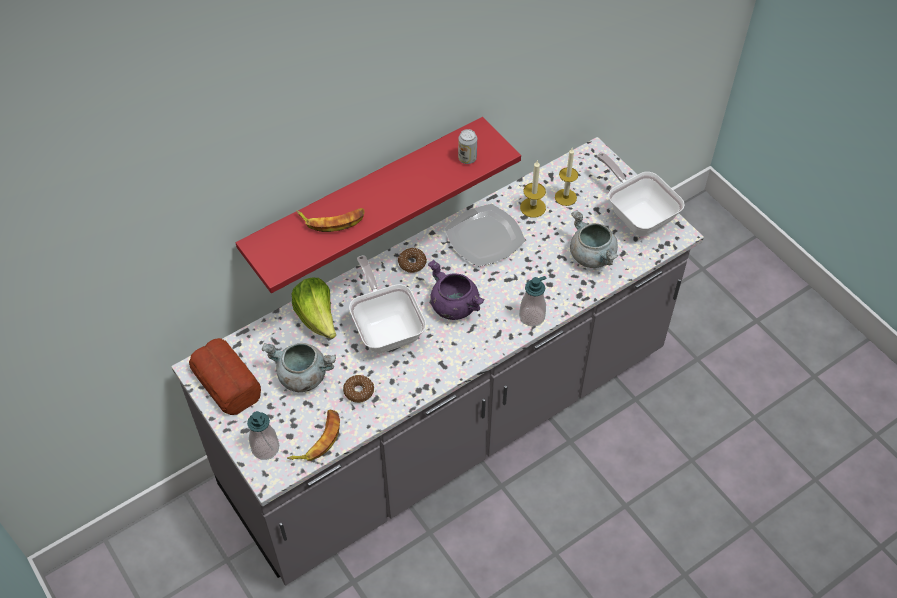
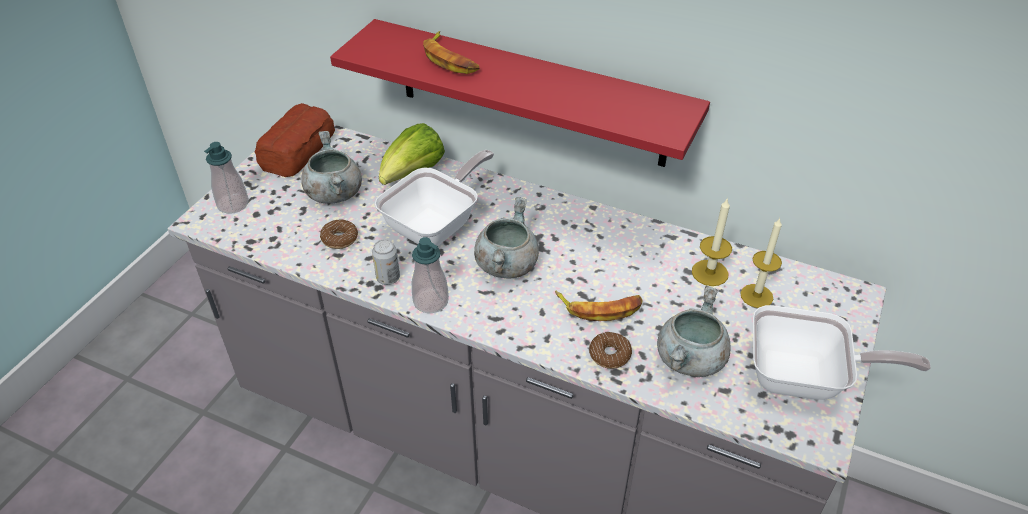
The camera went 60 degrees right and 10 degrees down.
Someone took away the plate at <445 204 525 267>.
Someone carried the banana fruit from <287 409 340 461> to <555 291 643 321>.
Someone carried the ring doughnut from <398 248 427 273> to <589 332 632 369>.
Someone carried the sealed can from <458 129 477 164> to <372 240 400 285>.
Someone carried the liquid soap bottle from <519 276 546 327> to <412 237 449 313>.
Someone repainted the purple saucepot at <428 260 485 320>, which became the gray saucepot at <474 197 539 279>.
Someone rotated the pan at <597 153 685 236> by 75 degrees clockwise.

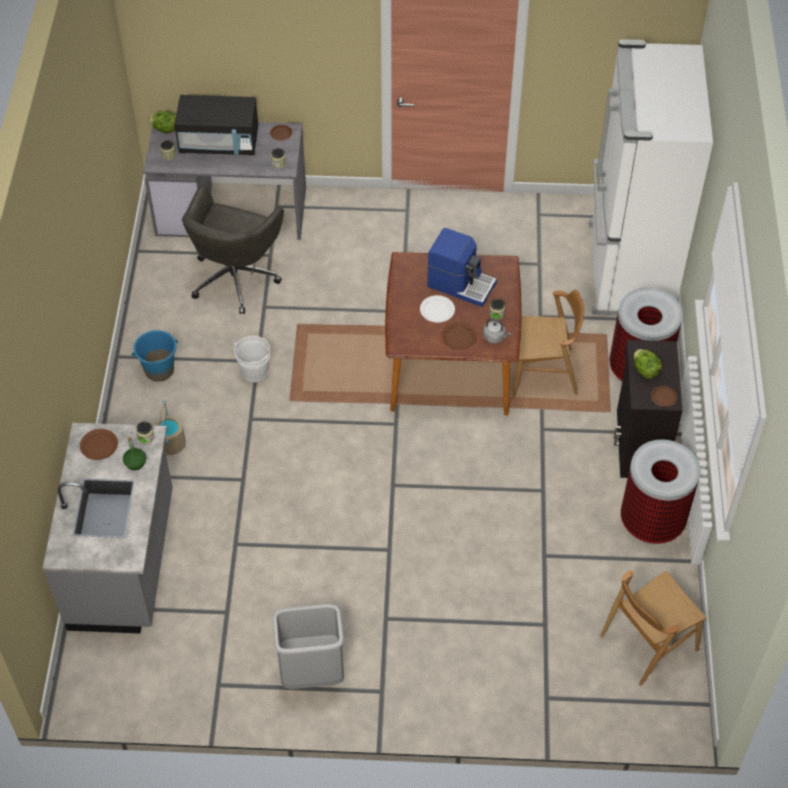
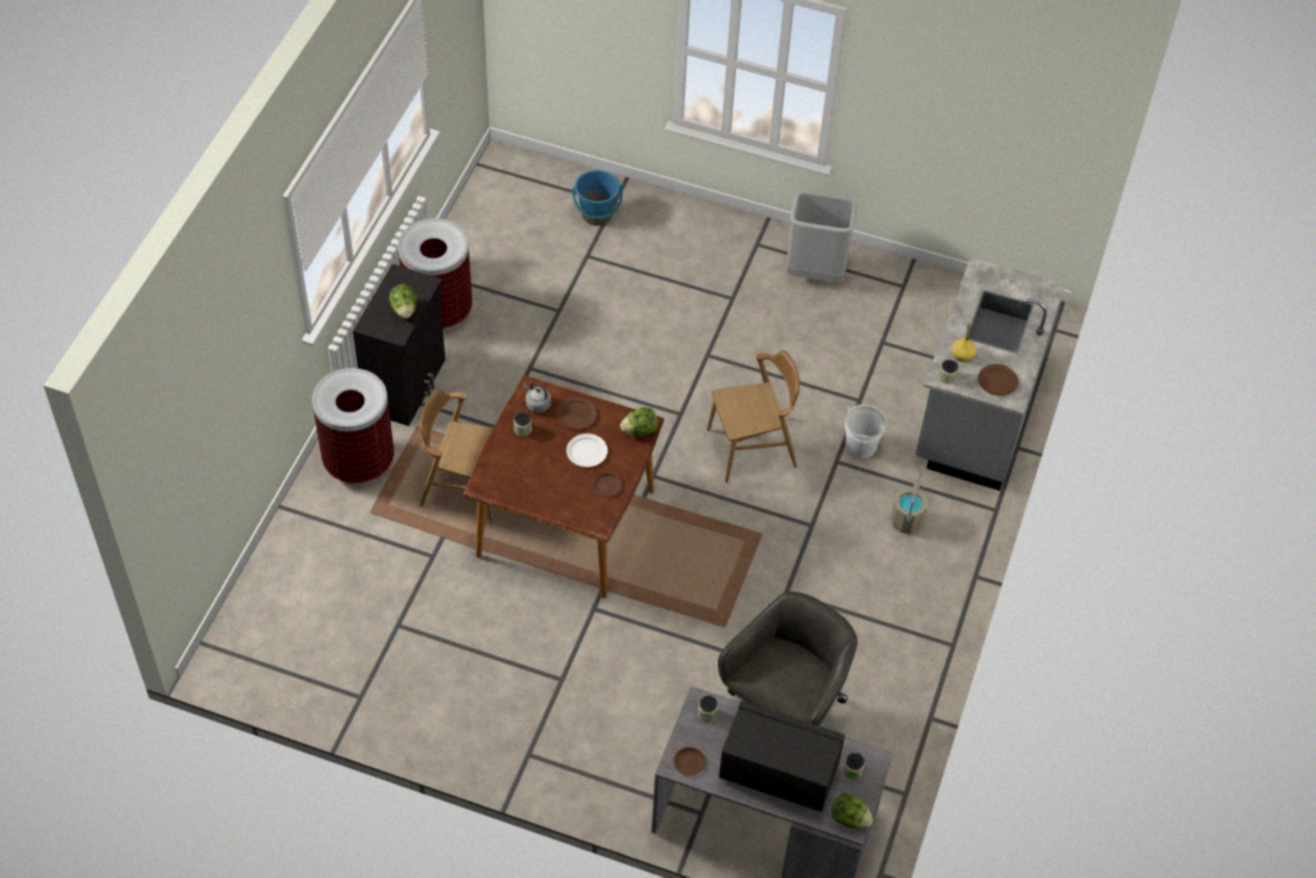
The camera went 165 degrees left and 0 degrees up.
Someone took away the coffee maker at <427 228 497 307>.
Someone took away the white refrigerator at <589 39 713 315>.
Someone put down the lettuce at <620 407 658 436>.
Someone carried the blue-coloured bucket from <132 330 178 382> to <572 170 623 226>.
Someone carried the white bucket from <233 336 270 382> to <845 404 886 459>.
Someone carried the brown upright chair from <600 570 706 686> to <707 350 800 483>.
Someone carried the brown plate from <651 386 677 407> to <593 472 622 496>.
Someone repainted the green-coloured drink bottle at <123 436 146 470>, which became the yellowish drink bottle at <951 323 976 362>.

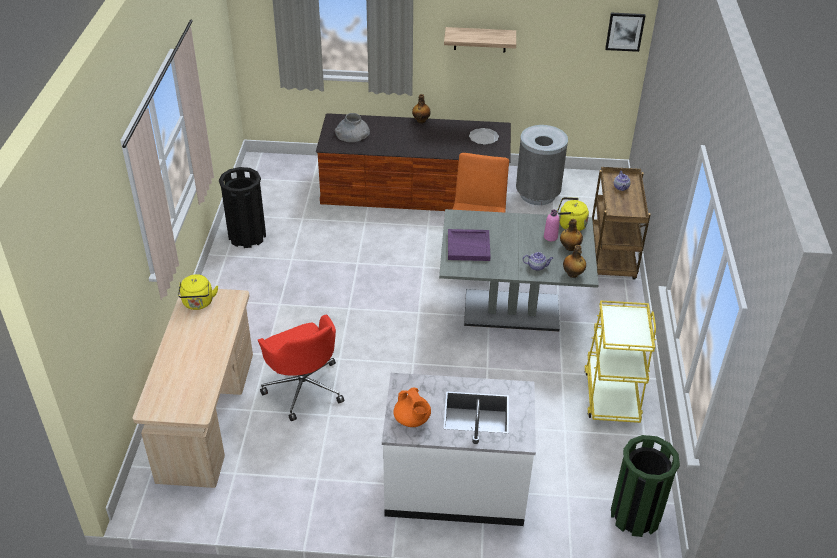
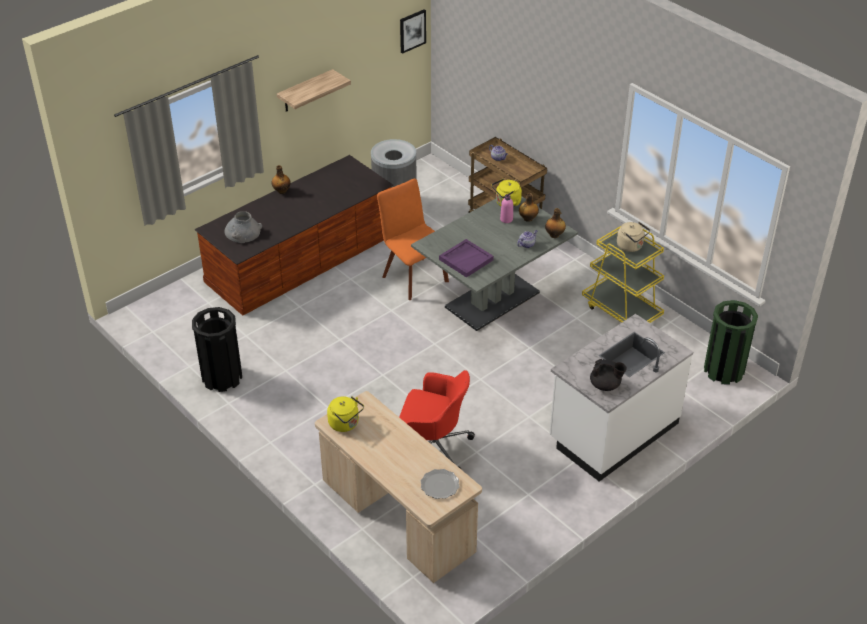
The camera went 45 degrees left and 0 degrees up.
Someone put down the beige water kettle at <617 222 650 252>.
Someone carried the plate from <469 128 499 145> to <421 469 460 499>.
Someone repainted the orange-coloured teapot at <393 388 431 427>, which became the black-coloured teapot at <590 359 627 391>.

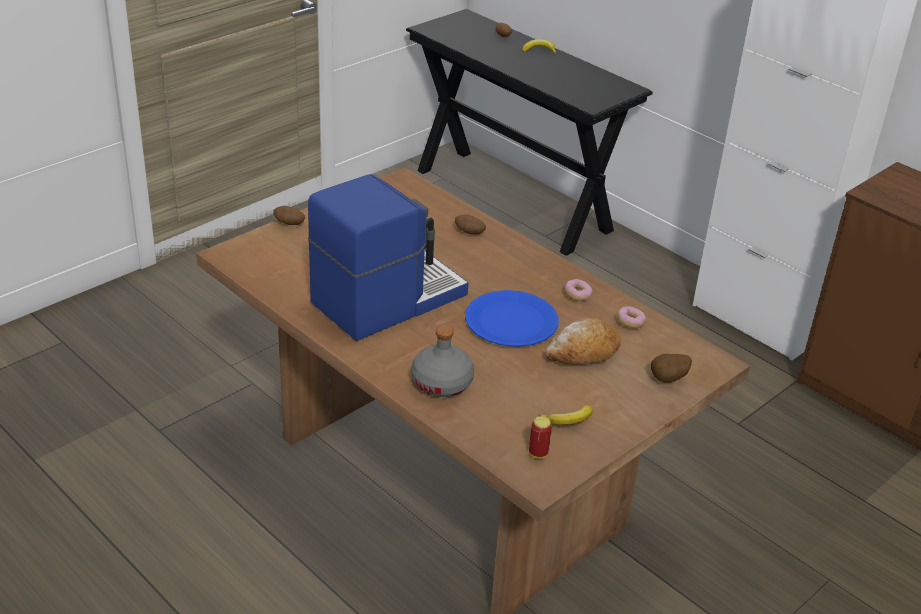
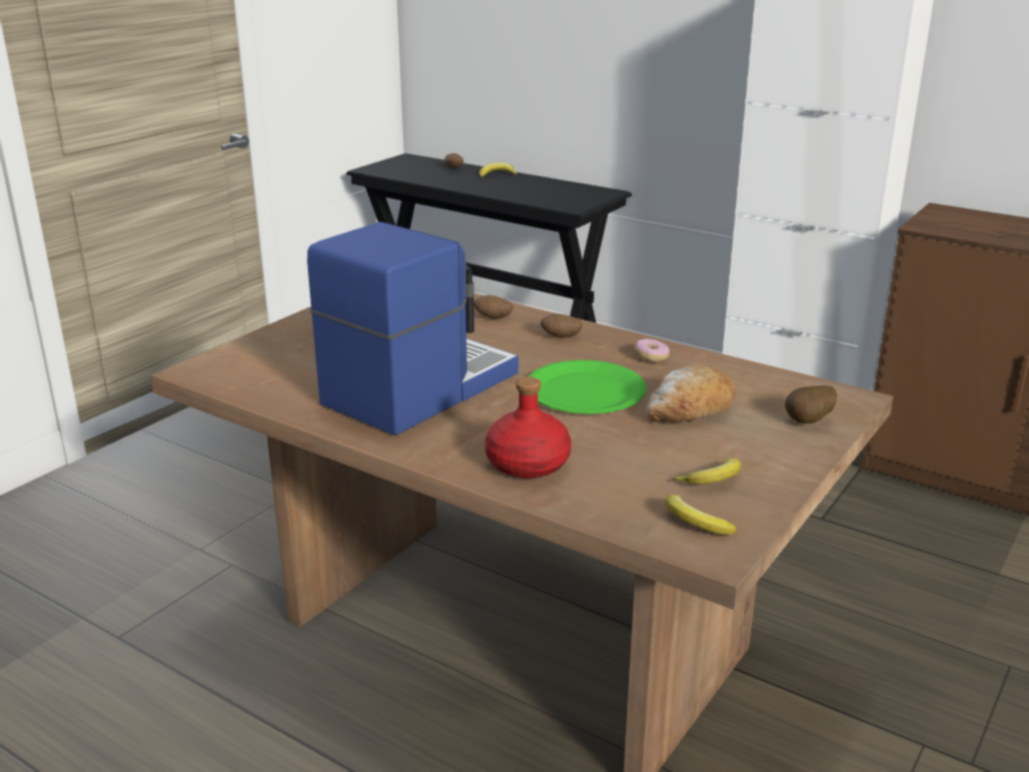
The camera went 10 degrees left and 10 degrees down.
Someone took away the ring doughnut at <617 306 646 328>.
Someone carried the whole potato from <273 206 305 225> to <540 314 582 338>.
Someone swapped the sealed can at <529 416 552 459> for the banana fruit at <665 494 737 535>.
Someone repainted the gray drink bottle at <411 325 474 397>, which became the red-coloured drink bottle at <485 377 571 478>.
Someone repainted the blue-coloured plate at <465 290 558 347>, which became the green-coloured plate at <528 360 646 414>.

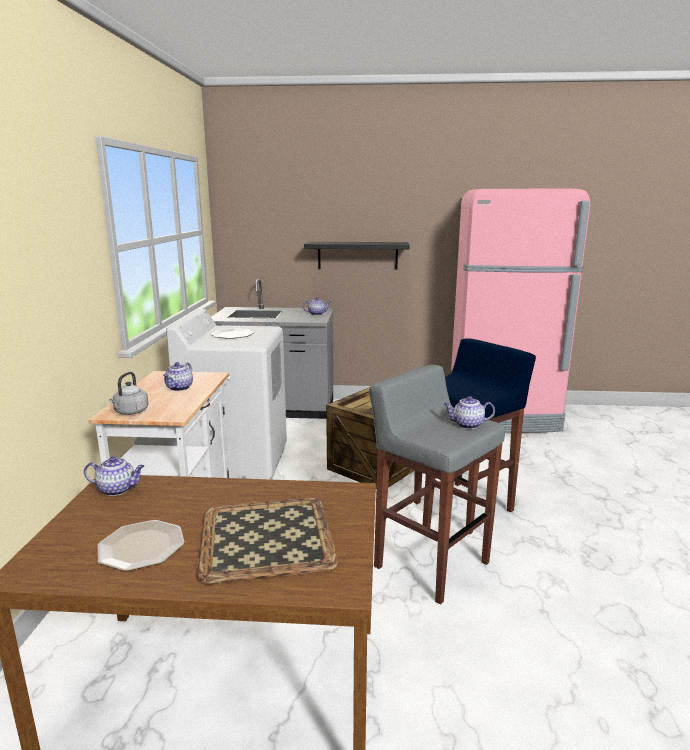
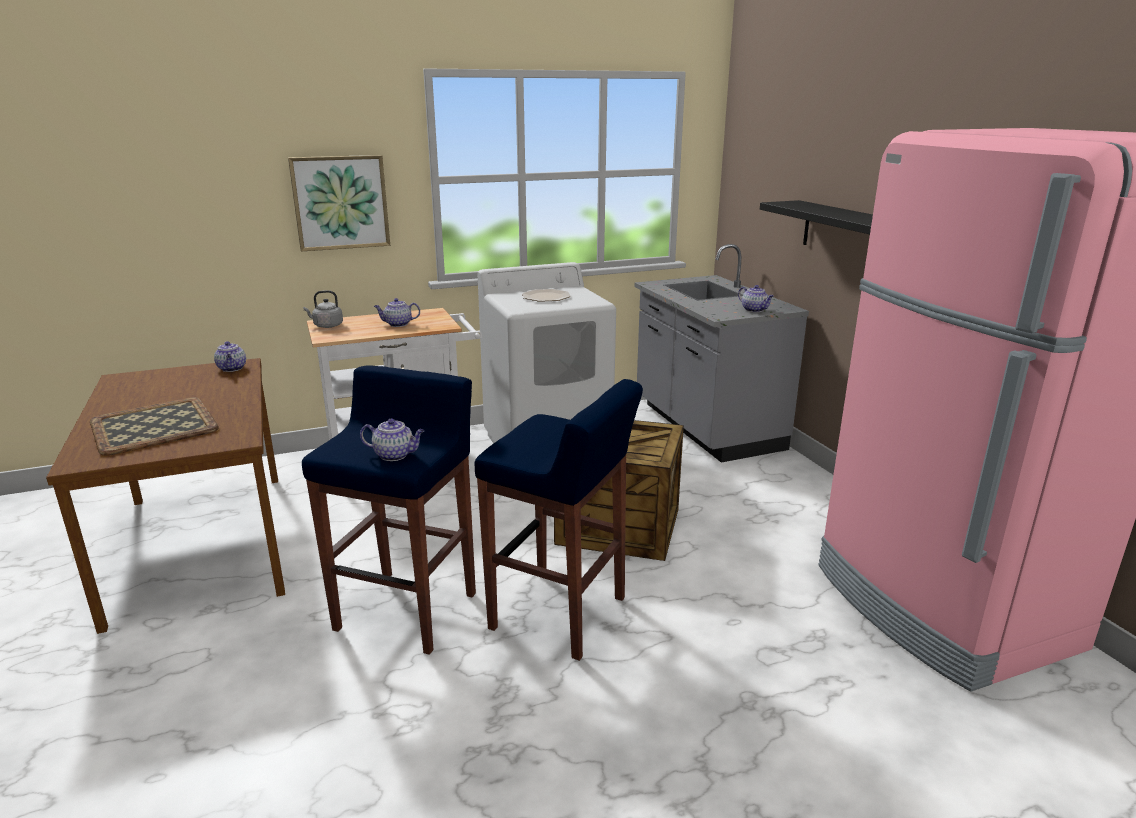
The camera went 65 degrees right and 5 degrees up.
Someone took away the plate at <98 520 185 571>.
Someone put up the wall picture at <288 155 390 252>.
Someone repainted the gray sitting stool at <369 365 505 605>, which became the blue-coloured sitting stool at <302 365 476 655>.
Someone rotated the teapot at <444 396 495 429> by 120 degrees clockwise.

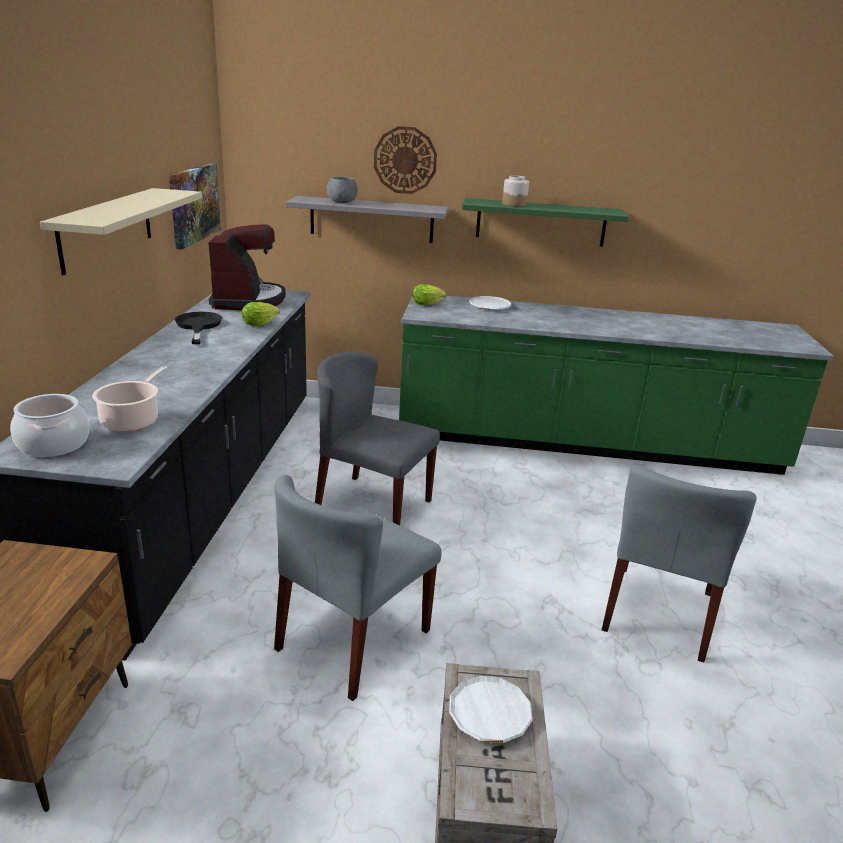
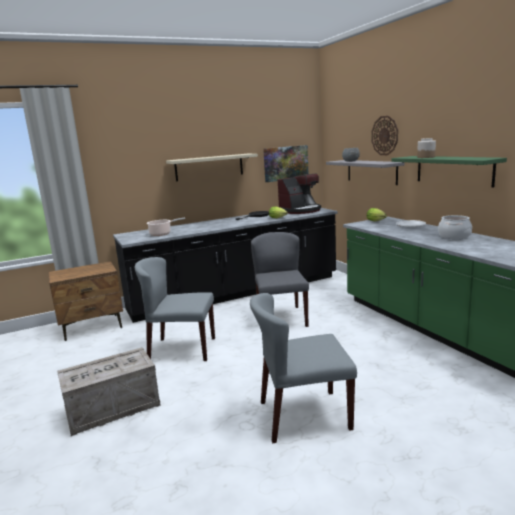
The camera went 60 degrees right and 10 degrees down.
Someone took away the white plate at <449 676 533 743>.
Someone carried the saucepot from <10 394 89 457> to <438 215 472 239>.

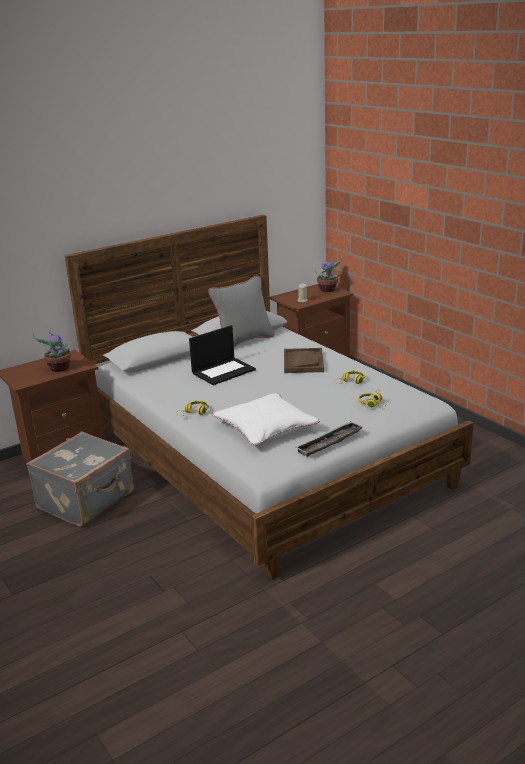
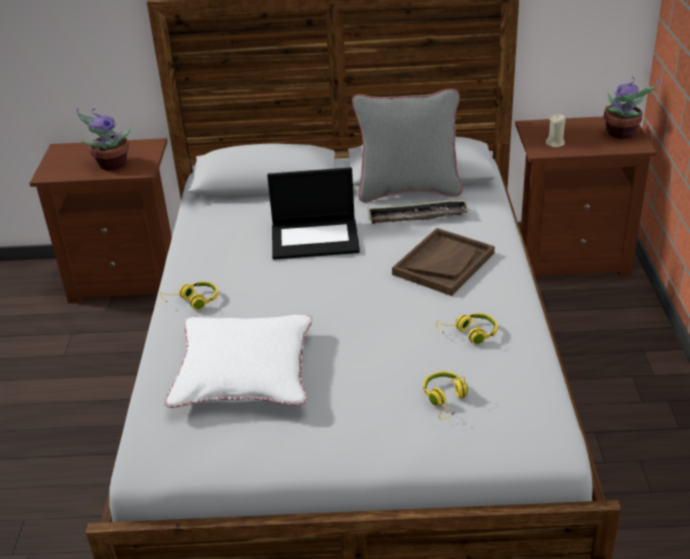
The camera went 35 degrees right and 10 degrees up.
Someone took away the gray travel case at <26 431 134 527>.
Someone carried the tray from <295 422 363 457> to <367 199 469 224>.

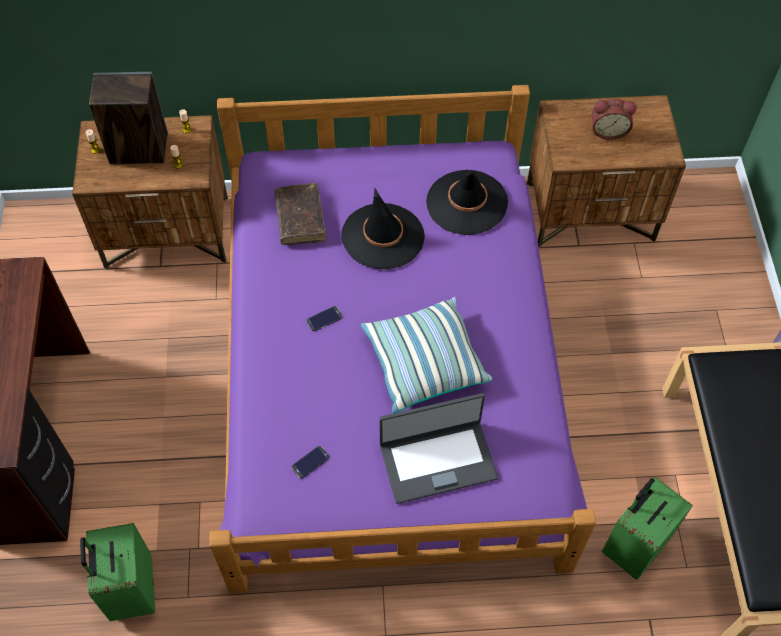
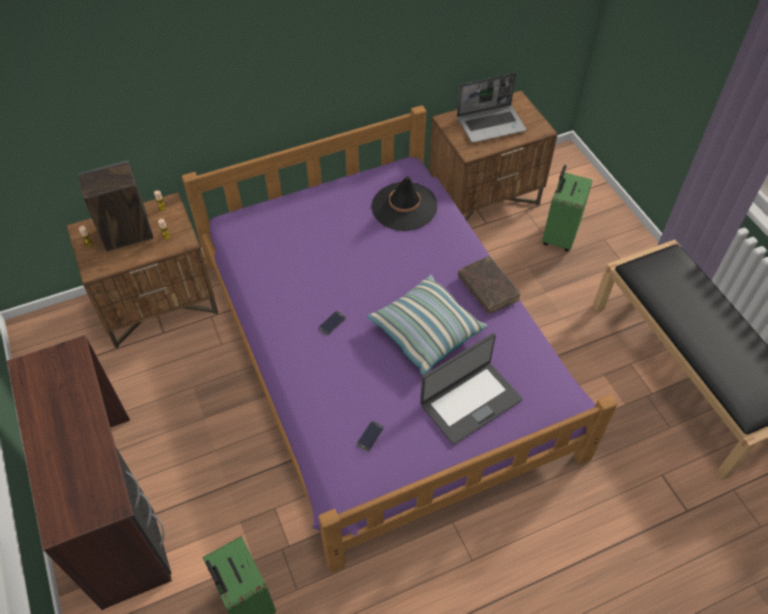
The camera went 20 degrees left and 5 degrees down.
Someone took away the black-coloured hat at <342 187 425 269>.
Someone carried the brown bound book from <274 183 326 245> to <458 256 520 314>.
Someone carried the green-coloured travel case from <602 477 693 580> to <542 165 593 252>.
Someone swapped the alarm clock at <592 99 637 140> for the laptop at <457 73 527 143>.

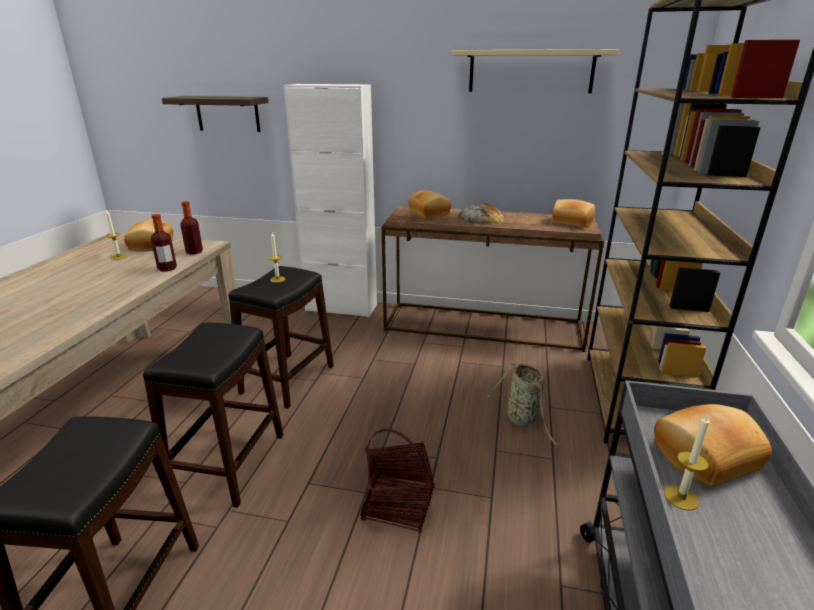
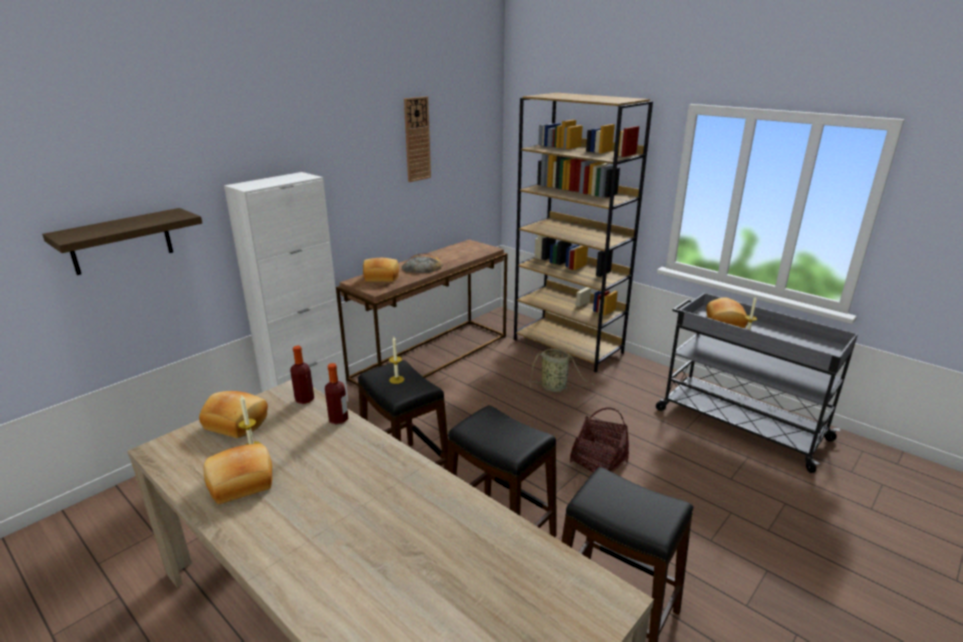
The camera went 60 degrees left and 0 degrees up.
Someone carried the baked bread from <552 199 595 227> to <203 444 272 504>.
Someone swapped the beige wall shelf at <452 49 620 93> for the wall clock at <404 96 431 182>.

